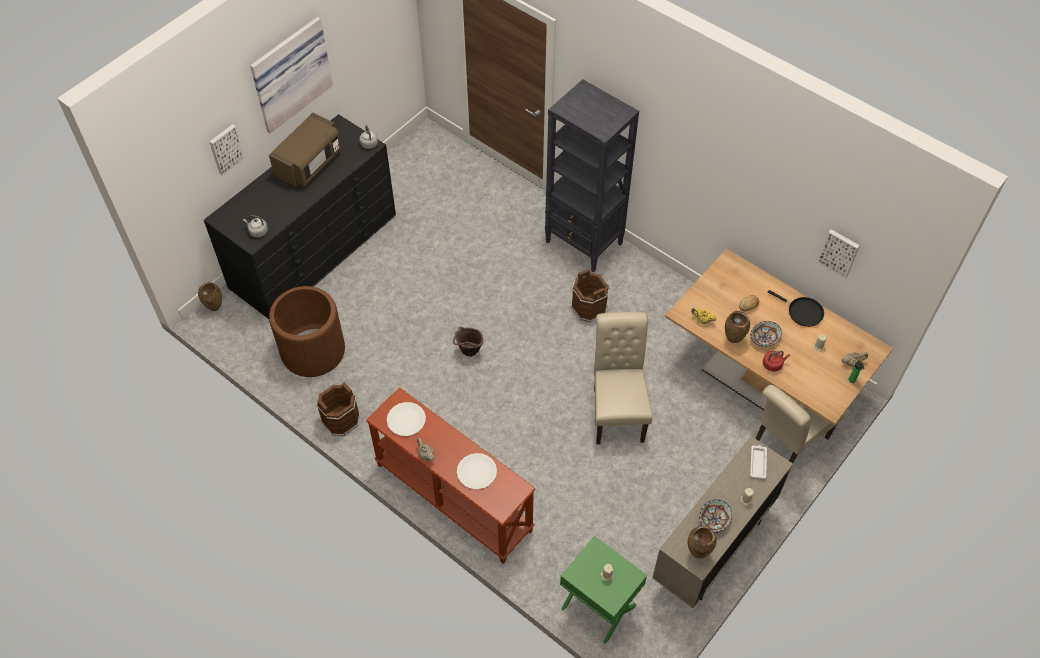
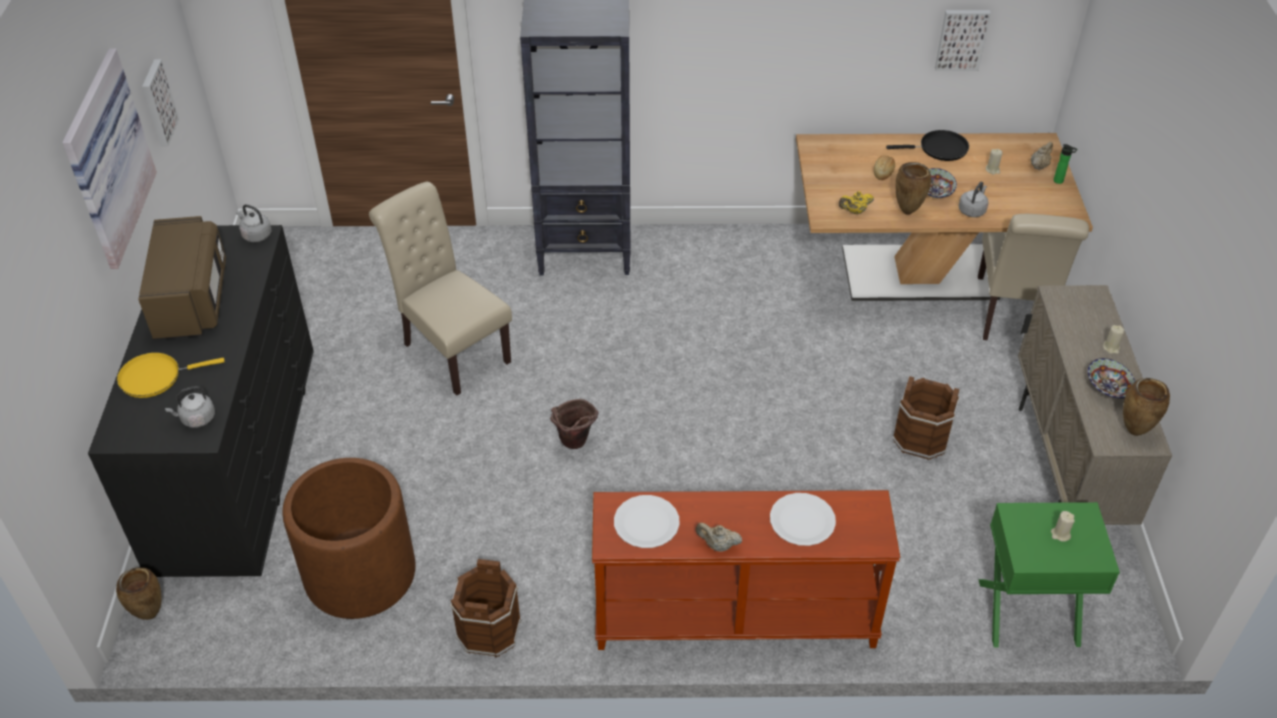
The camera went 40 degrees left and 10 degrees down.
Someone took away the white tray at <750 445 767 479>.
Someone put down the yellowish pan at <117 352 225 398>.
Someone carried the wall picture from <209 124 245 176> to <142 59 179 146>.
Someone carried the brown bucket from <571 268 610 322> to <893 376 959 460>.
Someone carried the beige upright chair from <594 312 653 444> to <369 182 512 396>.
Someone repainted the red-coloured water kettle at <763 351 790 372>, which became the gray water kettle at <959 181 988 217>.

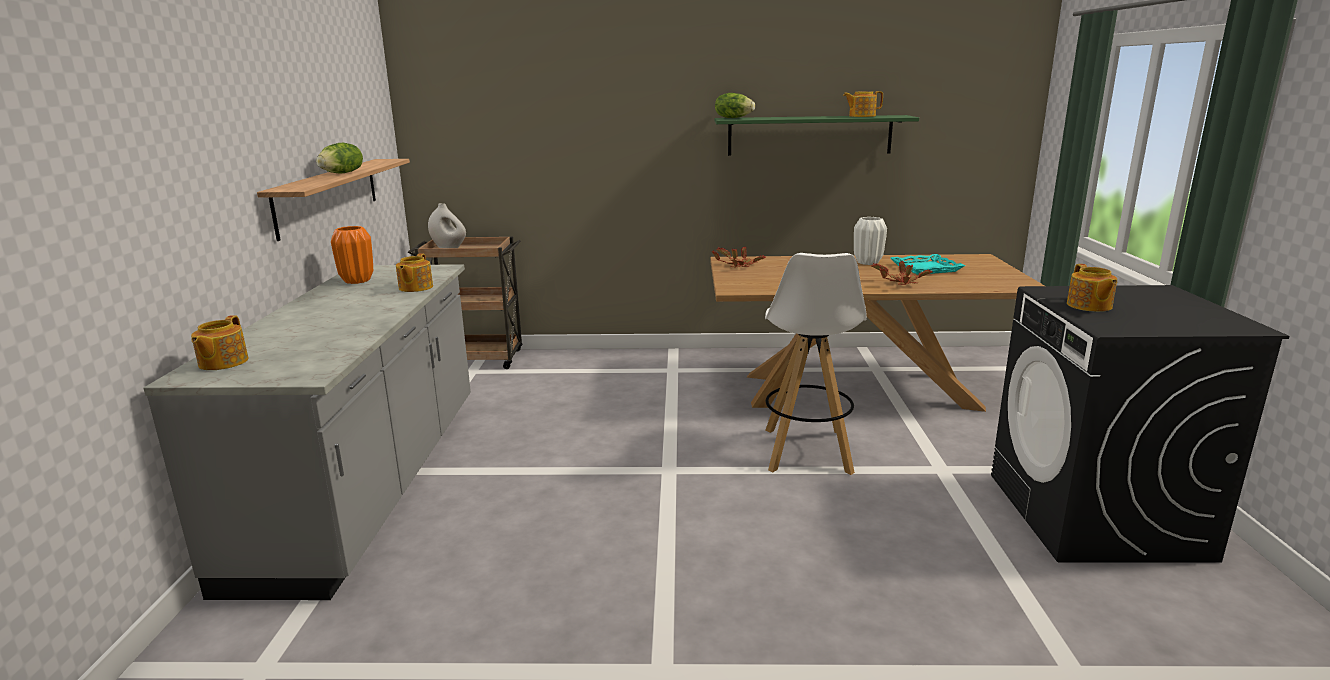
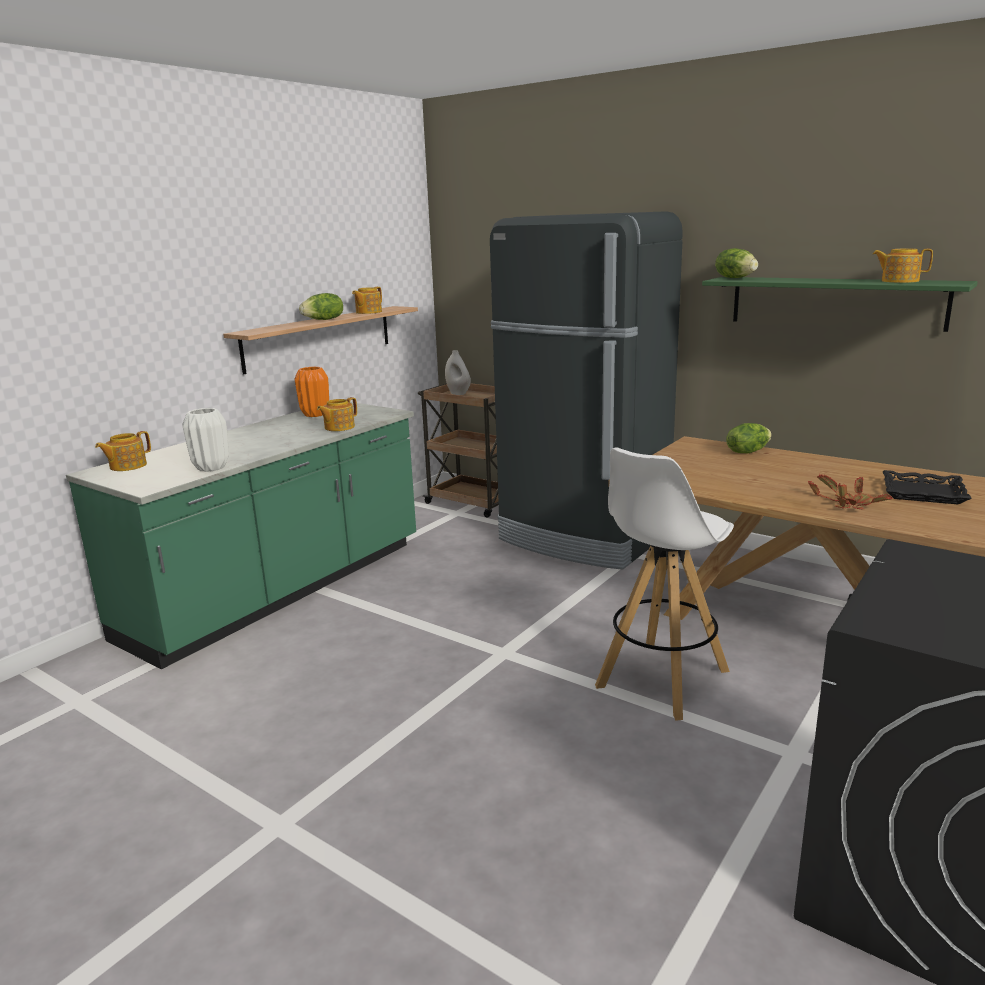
The camera went 35 degrees right and 0 degrees up.
Someone took away the plant in a pot at <712 247 766 267>.
Someone put down the black-coloured refrigerator at <490 211 683 570>.
Someone put down the lettuce at <726 423 772 453>.
Someone carried the white decorative vase from <854 217 887 265> to <182 408 229 472>.
Someone carried the teapot from <1067 264 1117 312> to <352 287 382 314>.
Someone repainted the gray kitchen base unit at <143 264 471 600>, which became the green-coloured kitchen base unit at <66 402 416 669>.
Someone repainted the turquoise tray at <891 254 965 275>, which became the black-coloured tray at <883 470 972 504>.

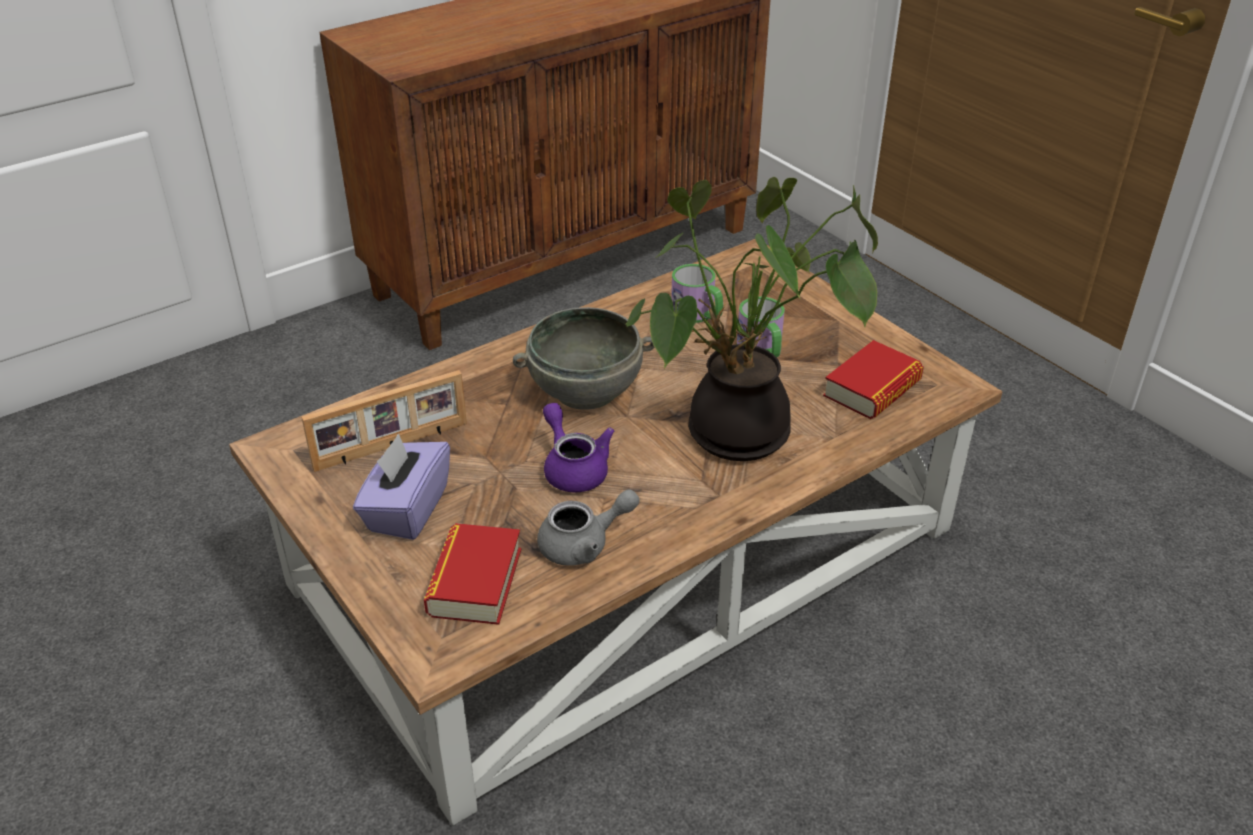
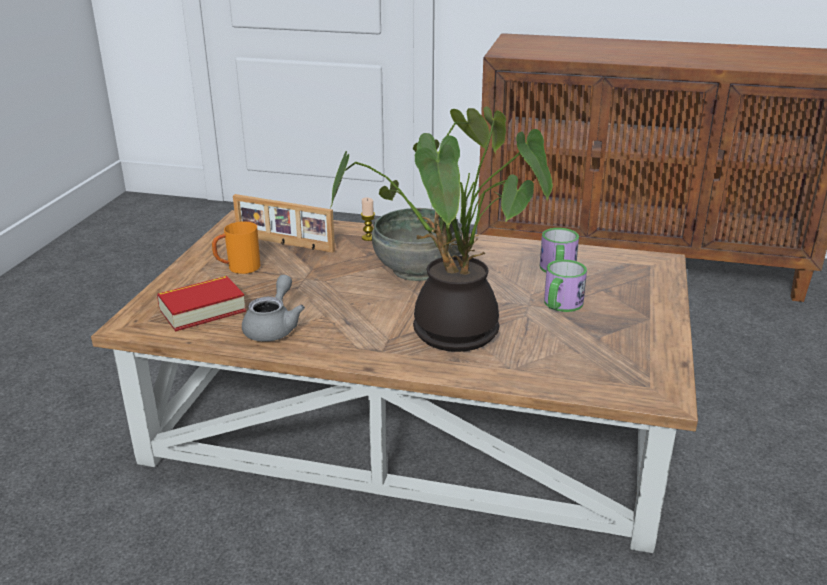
The camera went 50 degrees right and 10 degrees down.
Someone took away the purple teapot at <543 403 614 492>.
Someone took away the bound book at <823 340 924 419>.
Someone put down the wax light at <361 198 375 241>.
Someone swapped the purple tissue holder at <353 433 450 540> for the orange-coloured tea mug at <212 222 261 274>.
Someone rotated the gray teapot at <537 489 639 566> by 105 degrees counterclockwise.

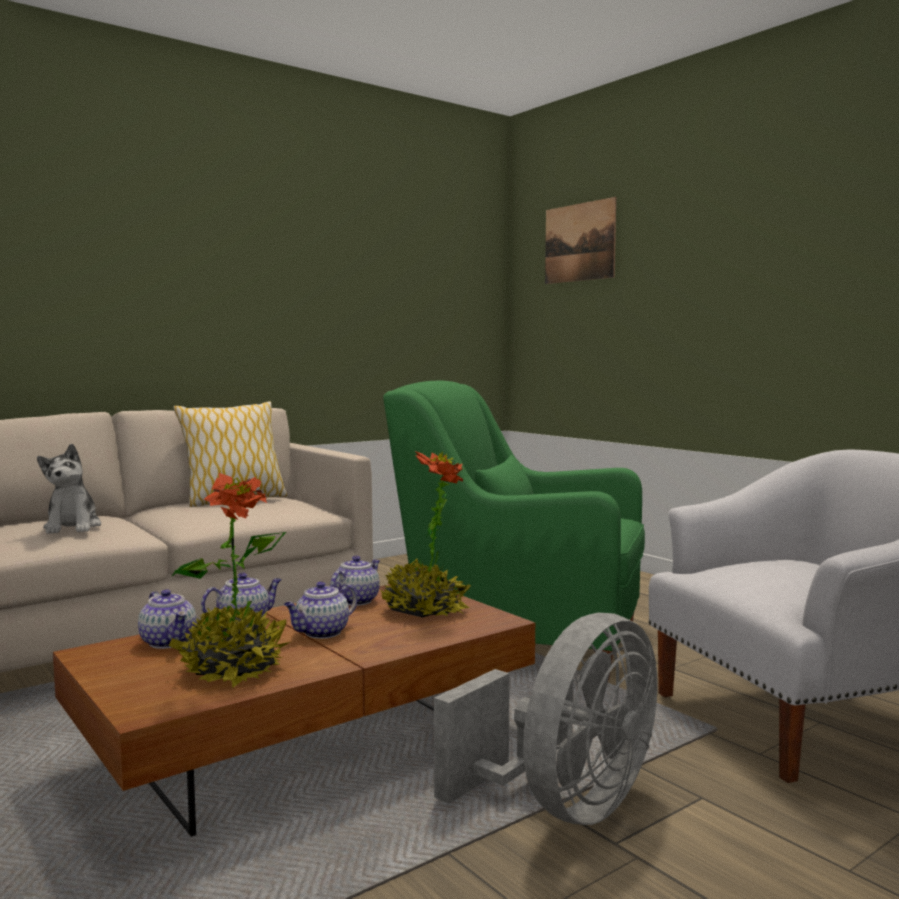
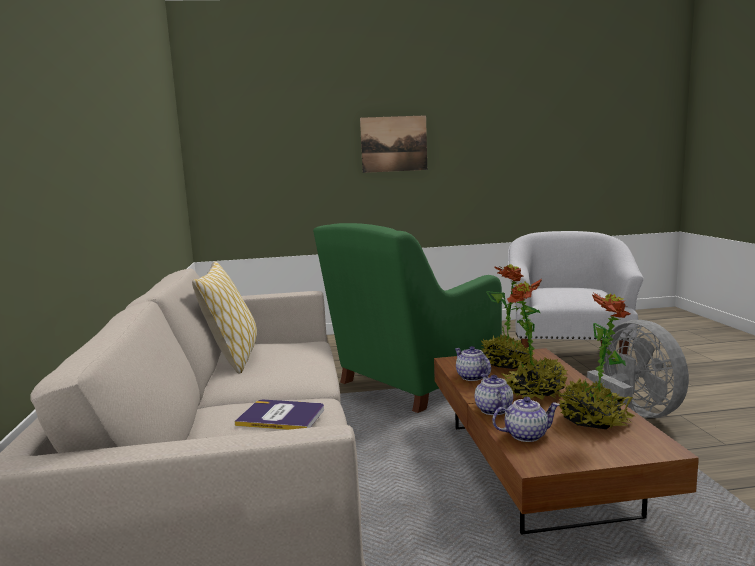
The camera went 60 degrees left and 5 degrees up.
Someone carried the wall picture from <545 197 616 284> to <360 115 427 173>.
Someone swapped the plush toy at <37 444 101 534> for the bound book at <235 400 324 430>.
Someone swapped the teapot at <284 581 357 639> for the plant in a pot at <502 279 568 399>.

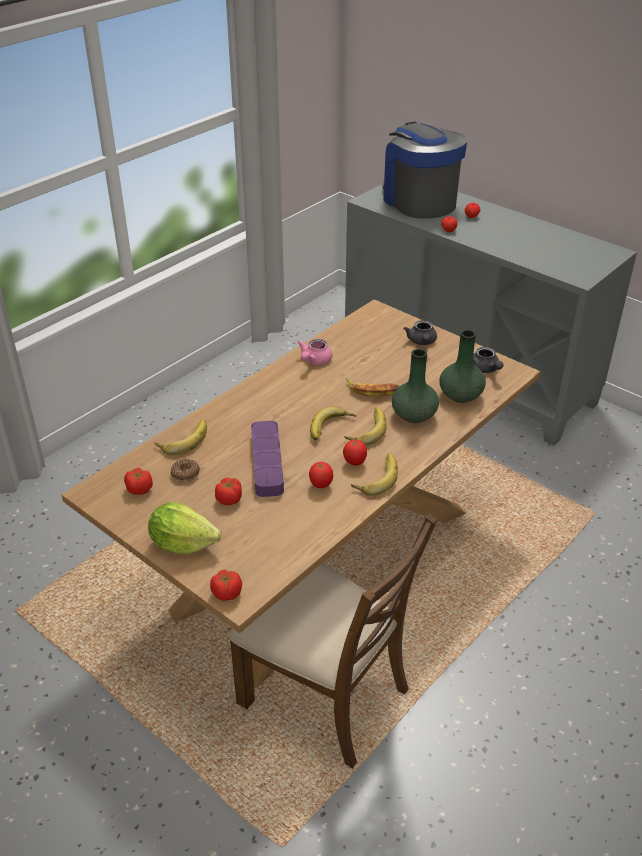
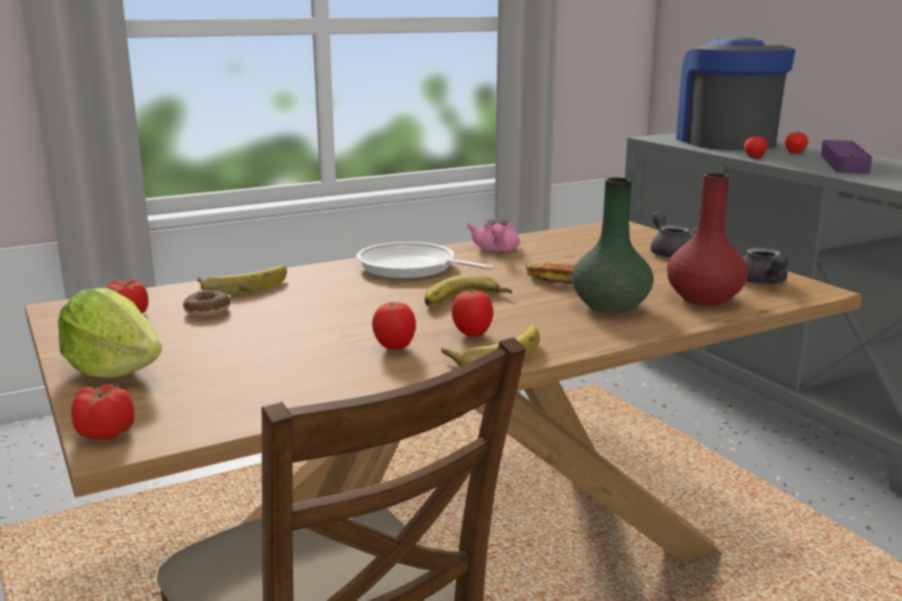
The camera went 20 degrees right and 20 degrees down.
Someone took away the fresh tomato at <215 477 242 505>.
Someone took away the banana fruit at <344 407 387 446>.
Someone put down the pan at <356 242 493 279>.
Someone carried the purple tray from <251 421 284 497> to <821 140 872 174>.
Someone repainted the green-coloured decorative vase at <439 330 486 403>, which became the red-coloured decorative vase at <667 173 748 306>.
Someone rotated the pink teapot at <297 339 332 365> by 45 degrees counterclockwise.
Someone rotated the gray teapot at <403 320 437 345> by 150 degrees clockwise.

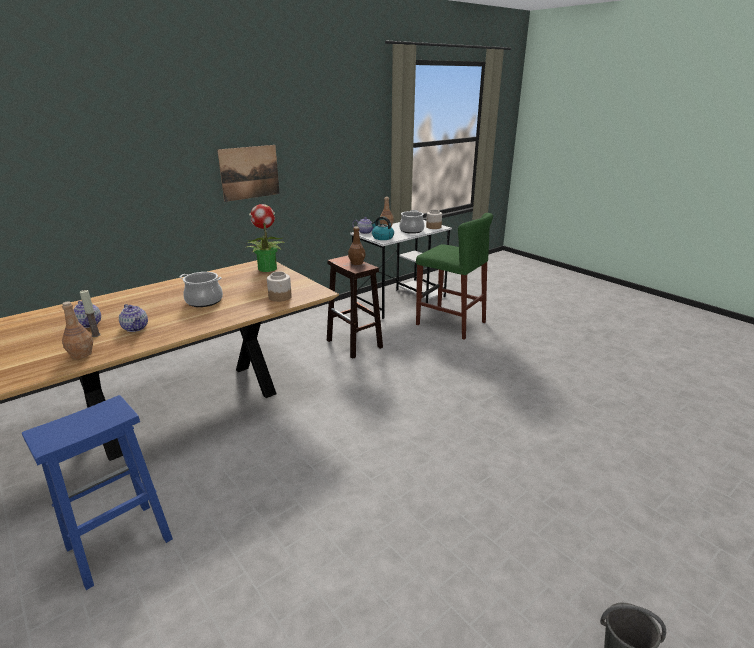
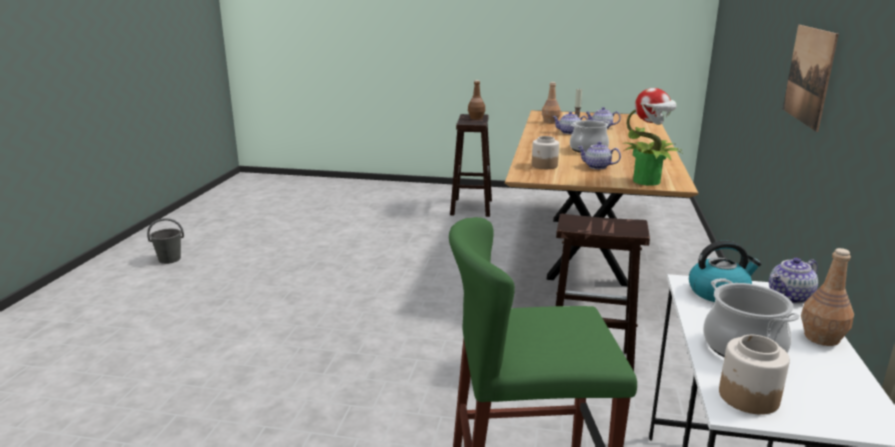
The camera went 140 degrees right and 5 degrees down.
Someone put down the teapot at <577 142 621 169>.
Someone carried the brown drink bottle from <348 226 366 265> to <468 80 485 120>.
Someone repainted the blue-coloured sitting stool at <22 395 173 590>, which became the brown sitting stool at <450 114 492 217>.

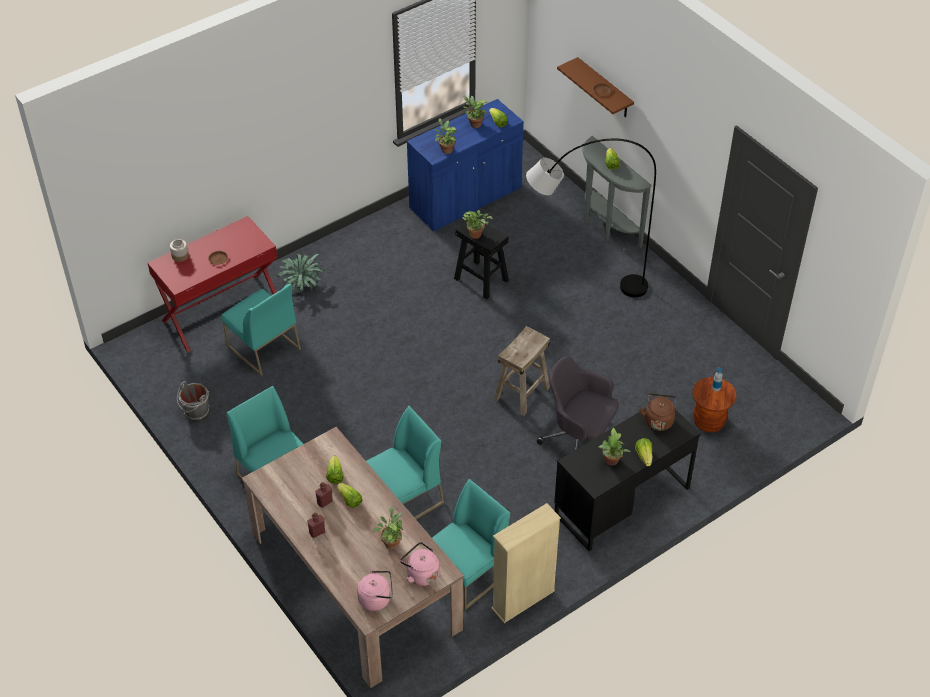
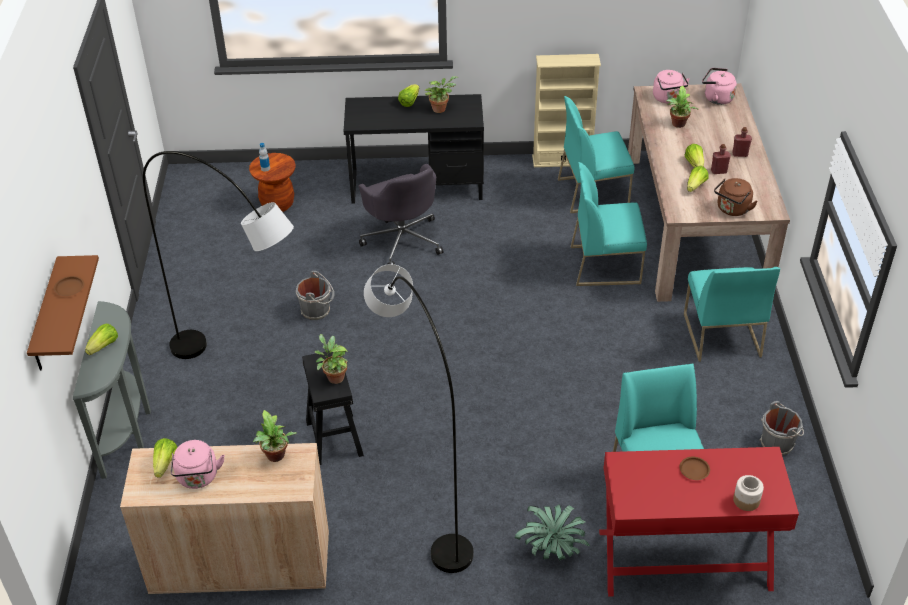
The camera went 145 degrees left and 5 degrees down.
Someone took away the beige sitting stool at <494 326 550 416>.
Someone put down the gray bucket at <296 271 335 320>.
Someone put down the gray standing lamp at <364 264 473 573>.
Someone carried the brown water kettle from <639 393 676 431> to <714 178 758 216>.
Someone swapped the plant in a pot at <463 96 487 128> for the pink water kettle at <171 440 225 489>.
Someone repainted the blue-coloured storage cabinet at <407 99 524 231>, which became the beige storage cabinet at <120 443 329 595>.

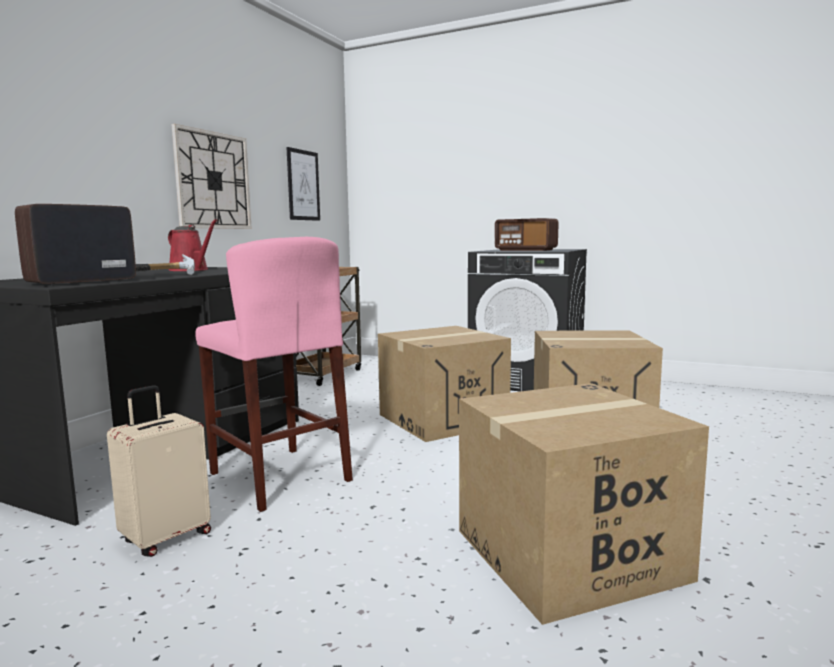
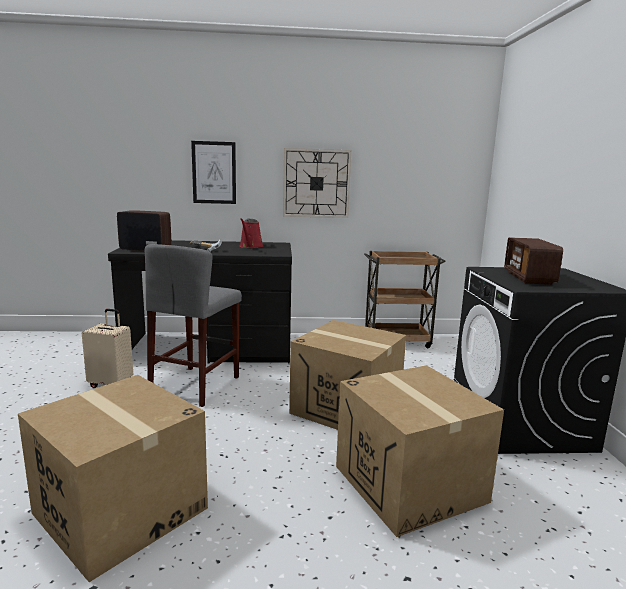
The camera went 60 degrees right and 5 degrees up.
Someone carried the wall picture from <286 147 320 221> to <191 141 236 204>.
Someone repainted the pink sitting stool at <195 237 353 512>, which became the gray sitting stool at <145 244 242 407>.

